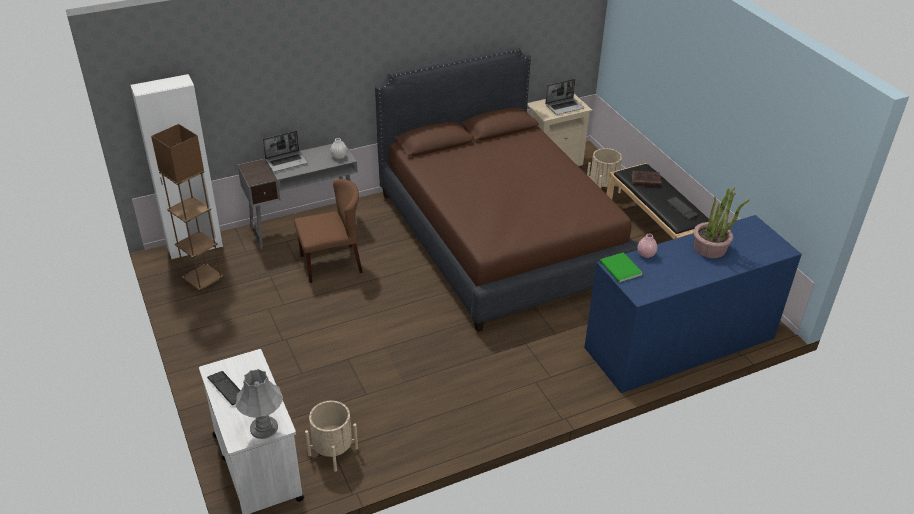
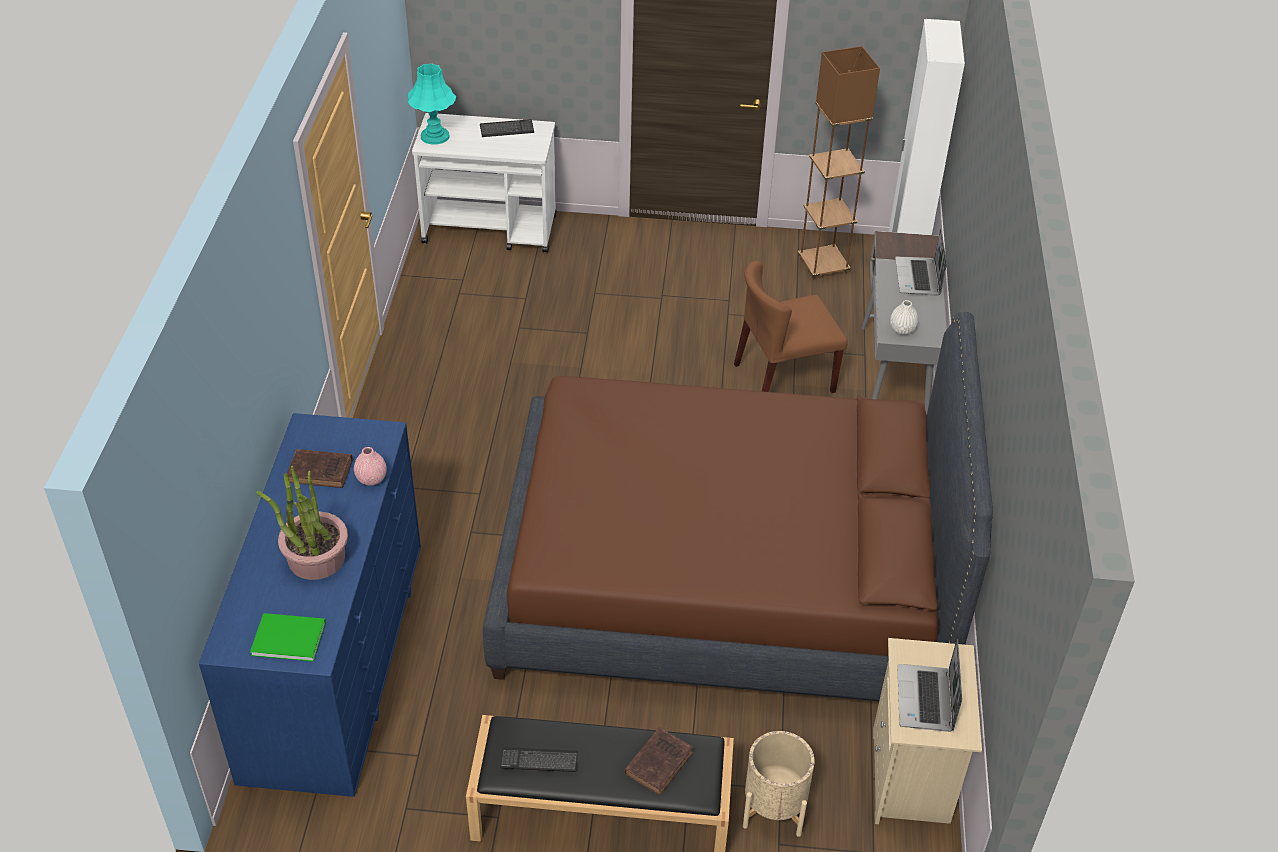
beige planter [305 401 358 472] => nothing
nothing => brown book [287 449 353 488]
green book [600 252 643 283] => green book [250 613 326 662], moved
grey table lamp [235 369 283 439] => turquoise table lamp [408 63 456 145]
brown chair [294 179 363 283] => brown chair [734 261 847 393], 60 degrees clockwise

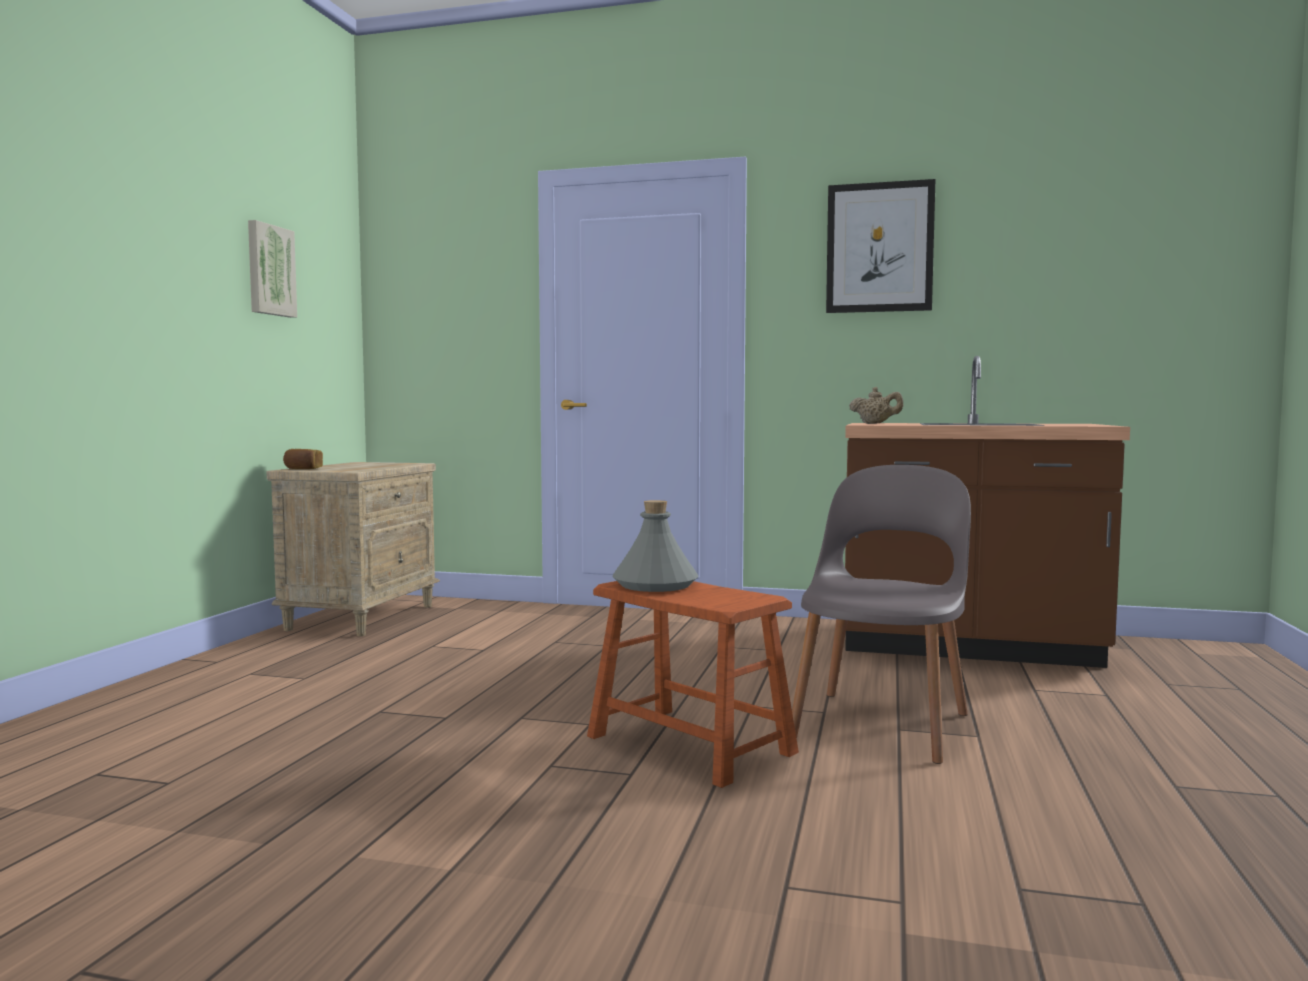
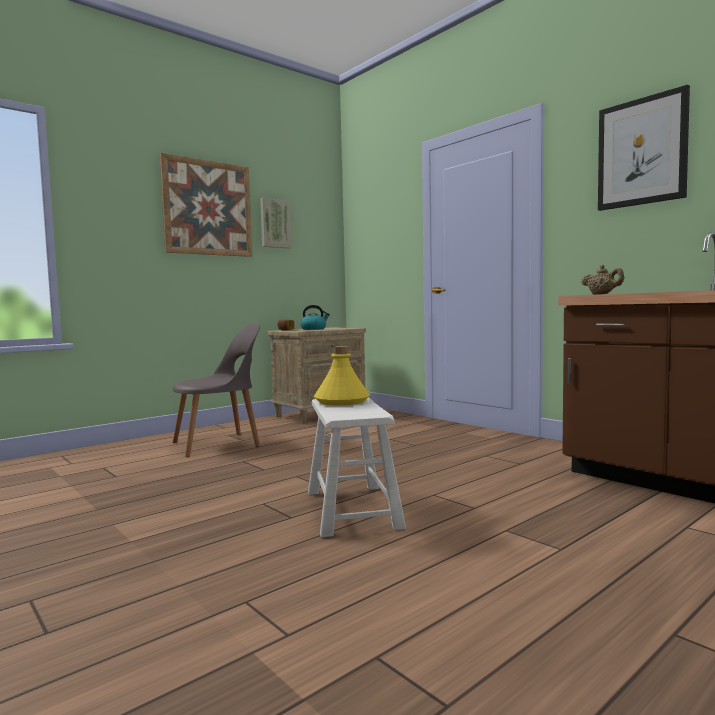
nothing => picture [160 153 252 257]
nothing => kettle [300 305 330 330]
grey chair [792 465 971 764] => grey chair [173 323 260 457], moved
brown stool [587 581 799 788] => white stool [308 397 406 537]
grey bottle [613 500 699 592] => yellow bottle [314 346 370 406]

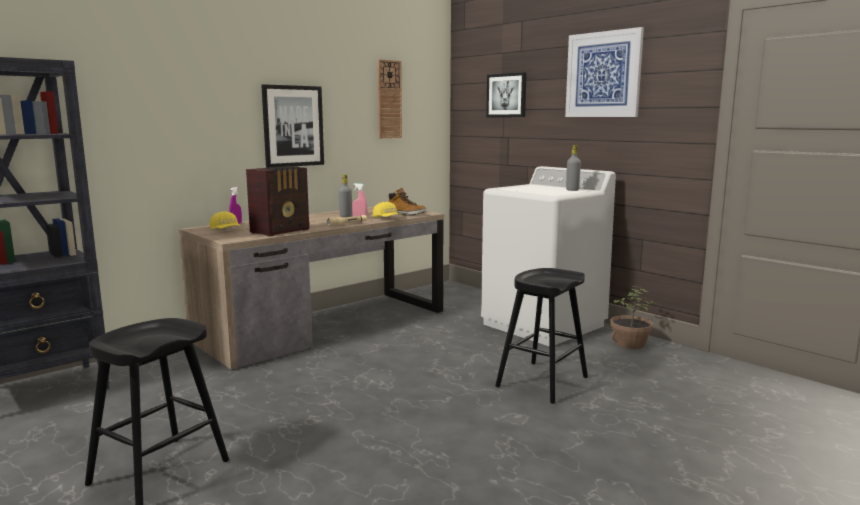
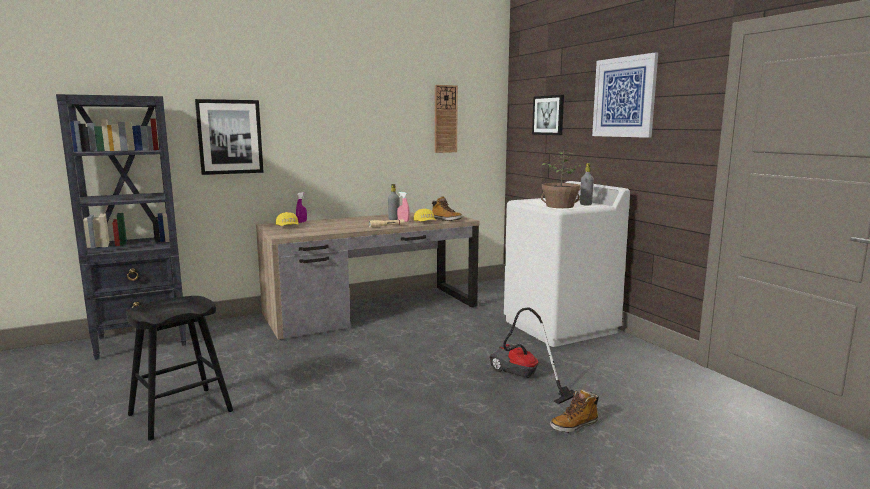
radio [246 166 309 237] => nothing
nothing => boot [550 389 599 433]
picture [261 84 324 168] => picture [195 99 264 175], moved
potted plant [610 286 656 349] => potted plant [541 150 581 208], moved
black stool [495 268 588 404] => vacuum cleaner [489 307 577 404]

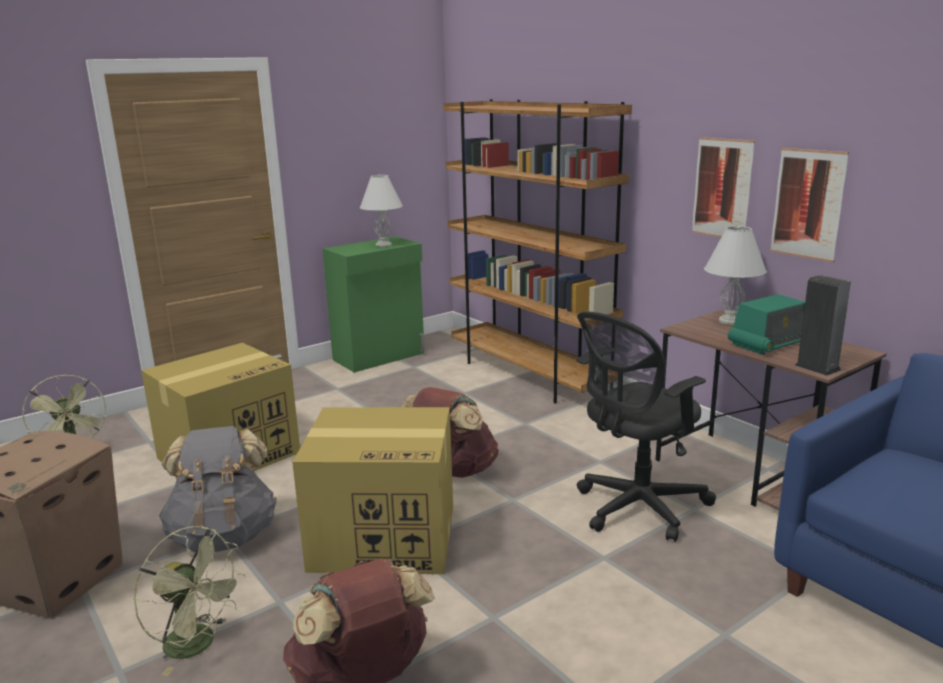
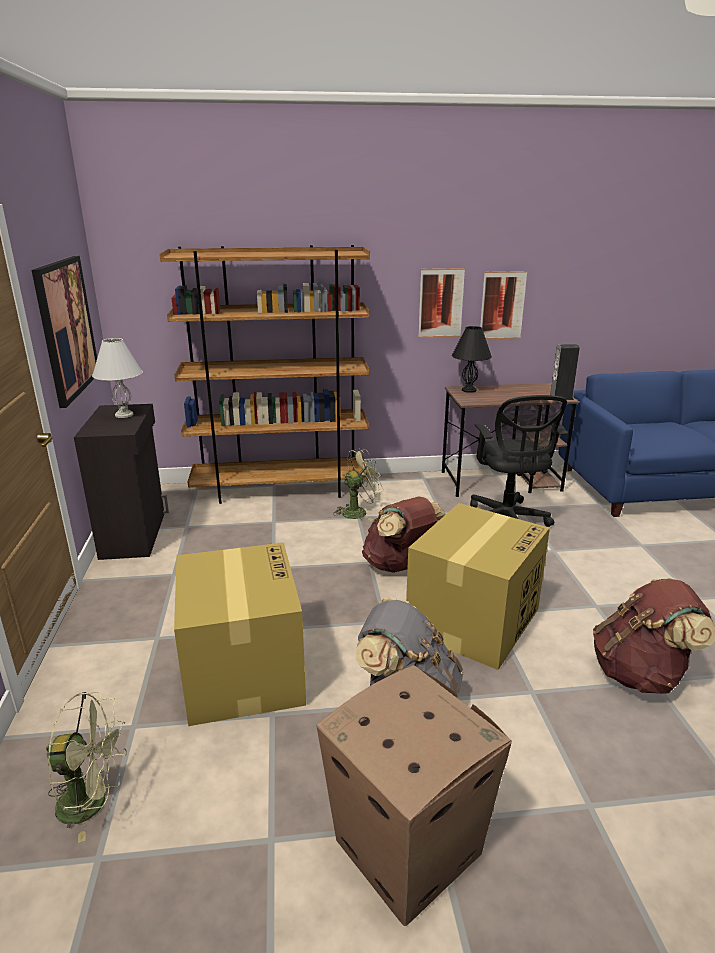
radio [728 294 805 355] => nothing
nothing => picture [32 256 97 408]
green fan [134 526 245 676] => green fan [333 448 384 521], moved
green cabinet [323 236 425 372] => black cabinet [74 404 169 560]
white table lamp [704 226 767 325] => black table lamp [452 326 492 393]

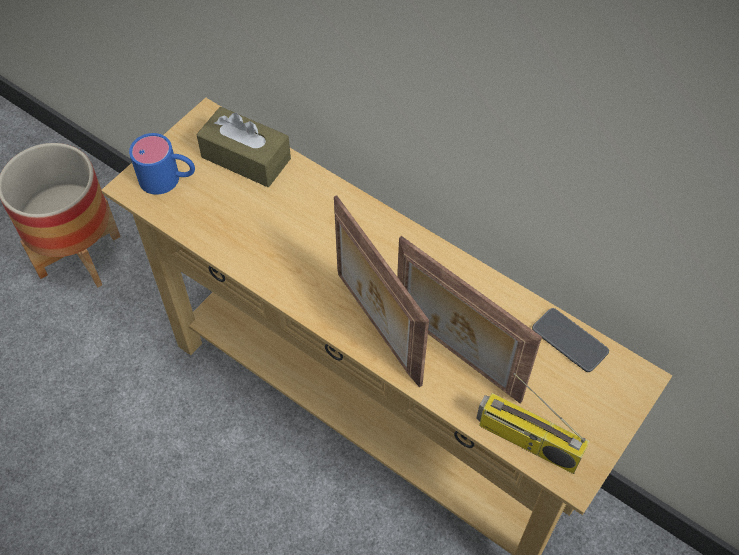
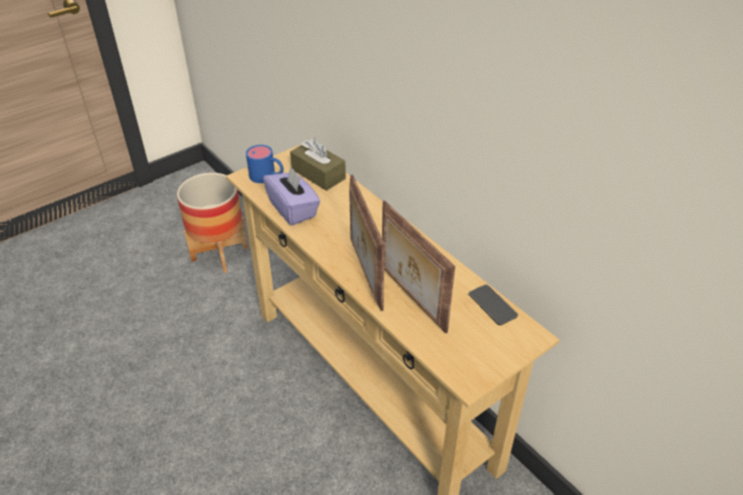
radio [476 373 589 474] => nothing
nothing => purple tissue box [263 166 321 226]

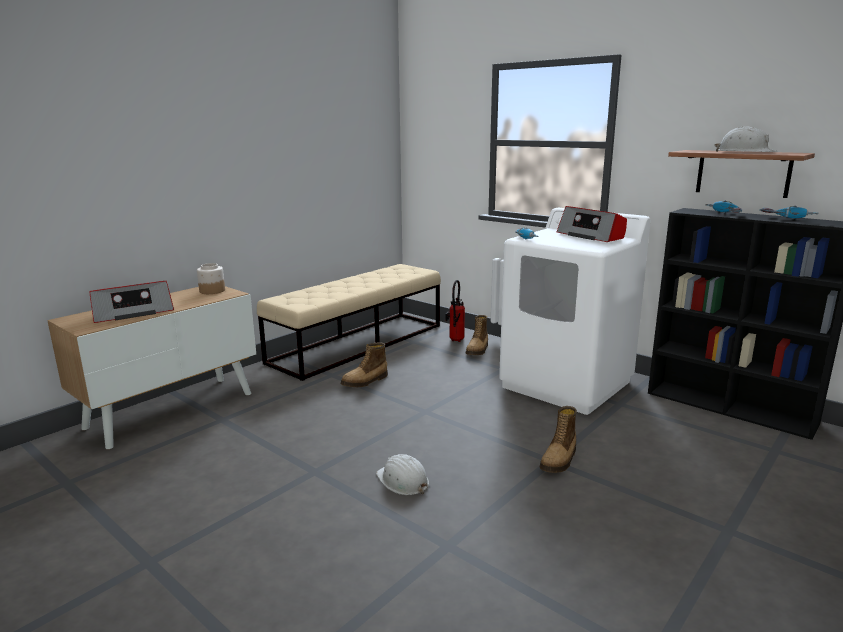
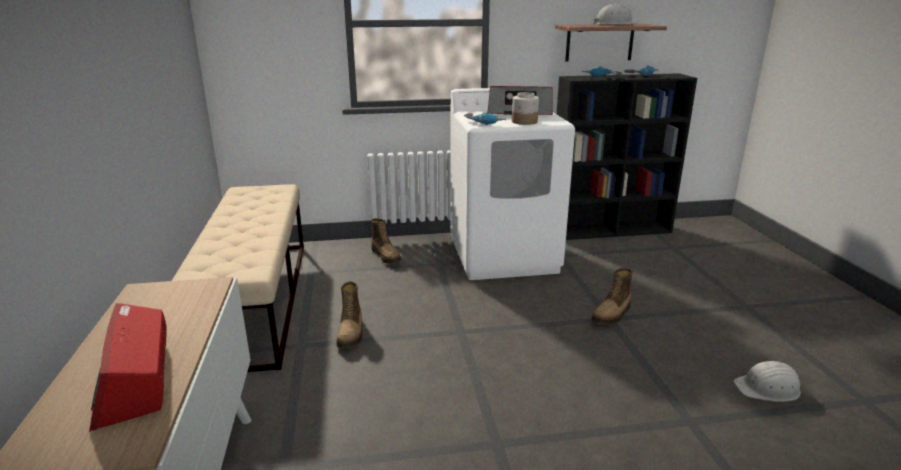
fire extinguisher [445 280 465 342] => nothing
jar [197 263 225 294] => jar [512 92 539 125], moved
white hard hat [376 454 429 495] => white hard hat [734 361 801 402], moved
radio [89 281 174 323] => radio [89 303 167 432], 150 degrees clockwise
boot [539 406 577 473] => boot [591 268 633 325], 60 degrees clockwise

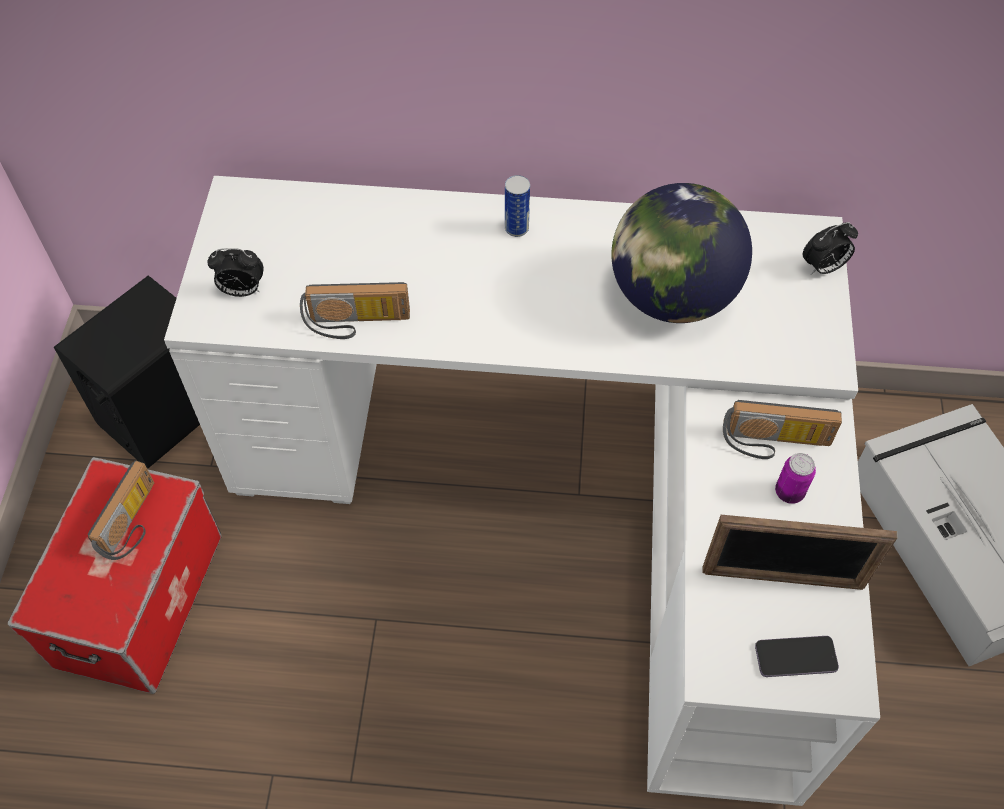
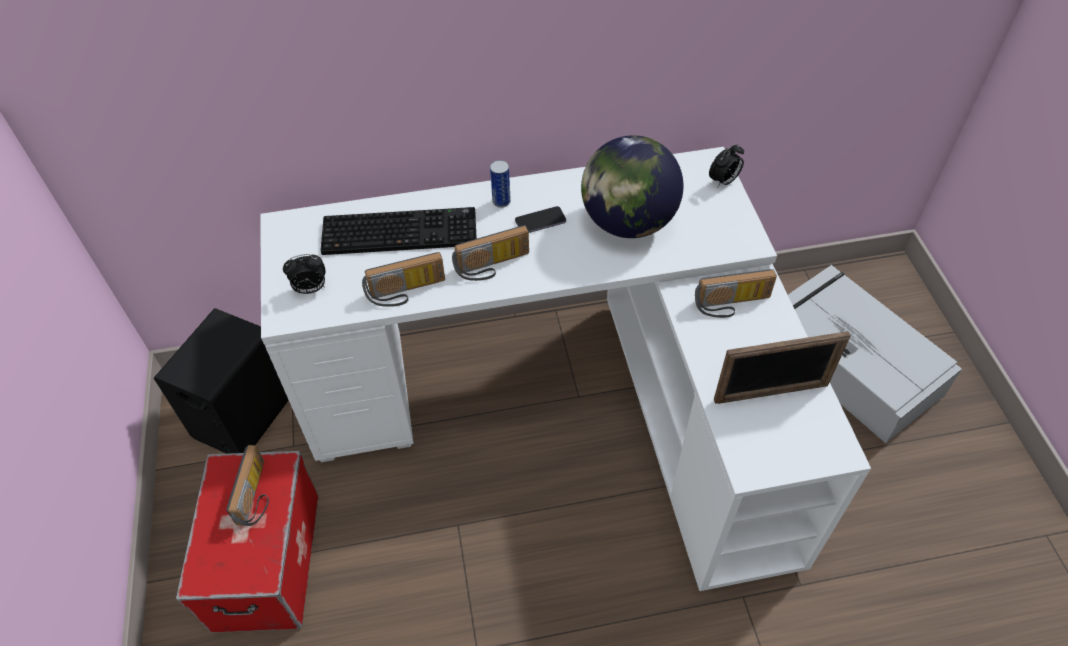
can [775 453 816 504] => nothing
nothing => keyboard [320 207 477 255]
nothing => radio [452 225 529 281]
phone [755 636 839 677] => phone [515 206 566 233], moved

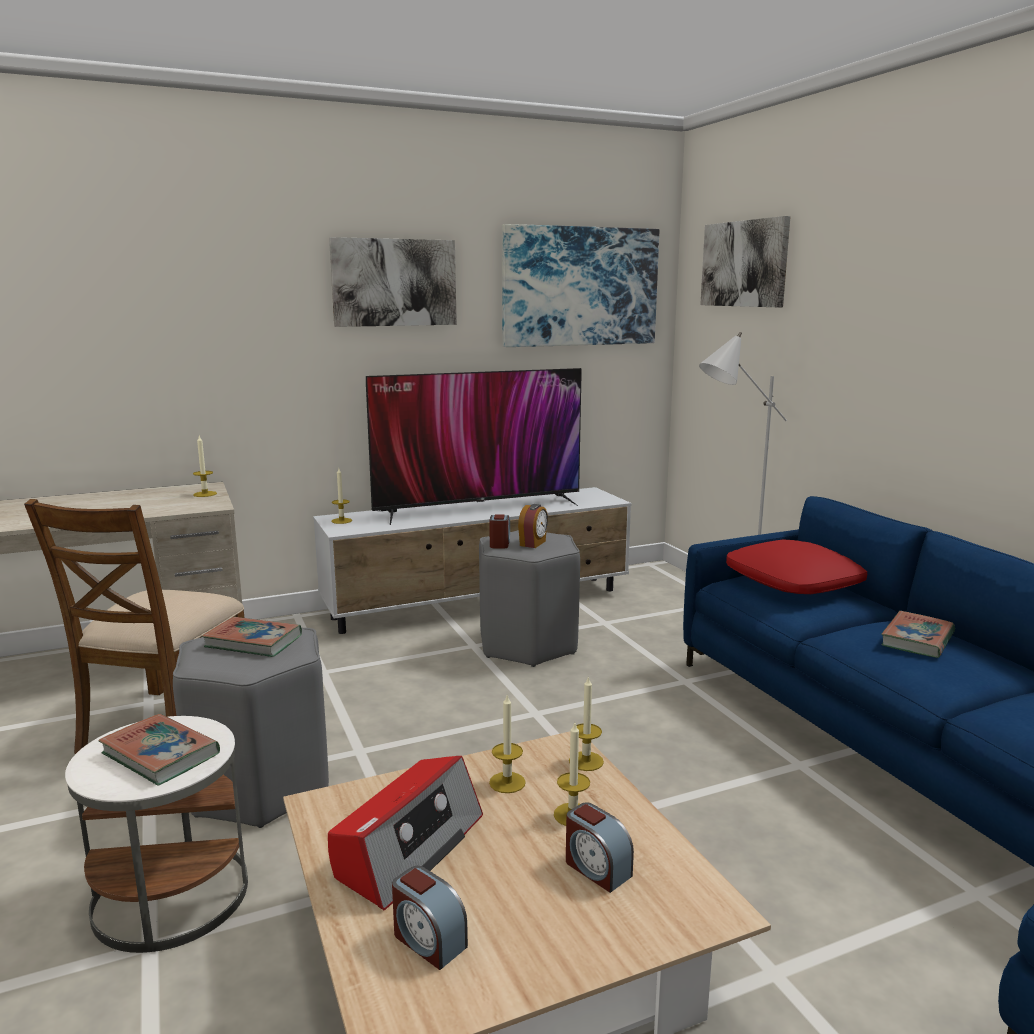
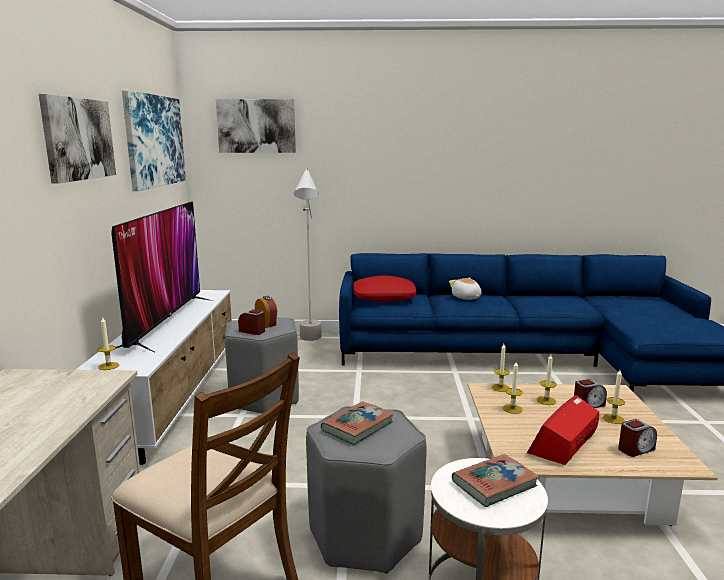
candle [193 436 217 497] => candle [603 370 625 424], moved
book [881 611 955 658] => plush toy [449 278 482 300]
radio [328 756 483 910] => radio [527 395 599 465], 105 degrees counterclockwise

